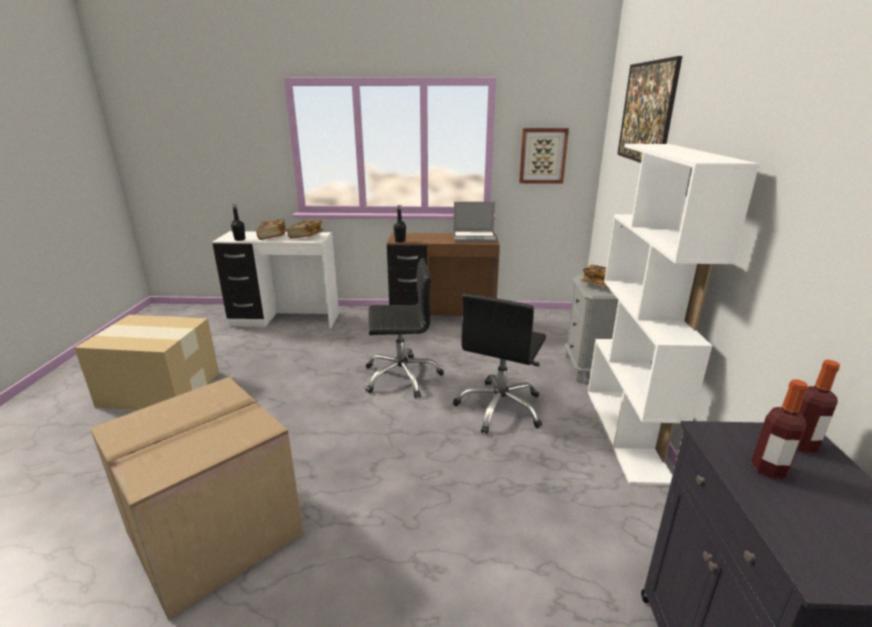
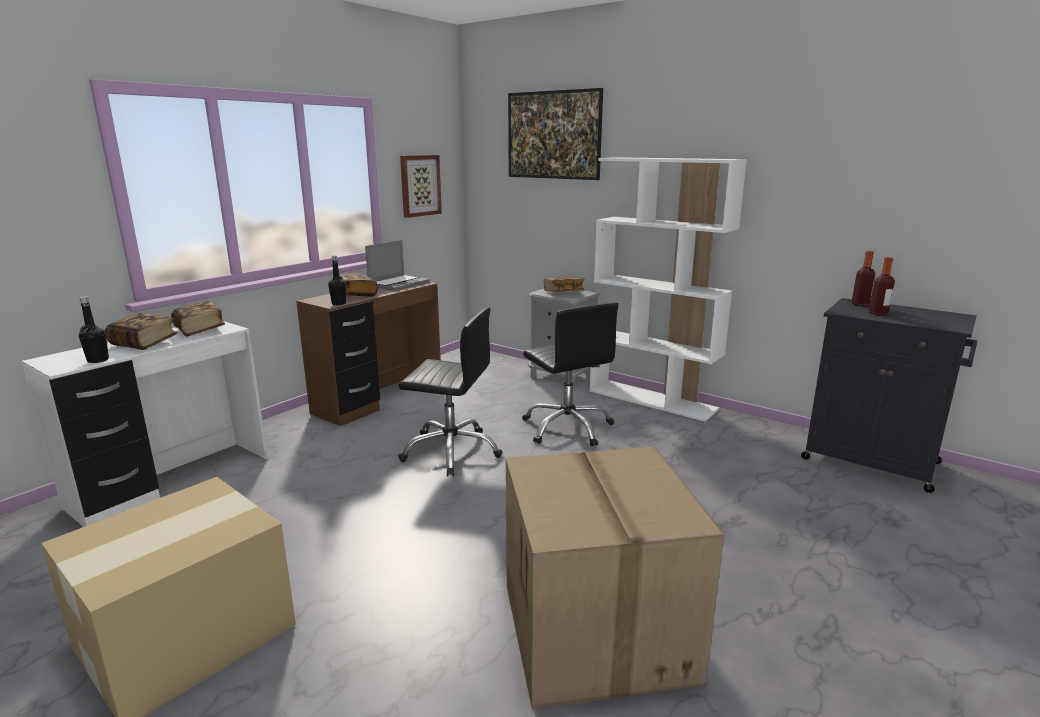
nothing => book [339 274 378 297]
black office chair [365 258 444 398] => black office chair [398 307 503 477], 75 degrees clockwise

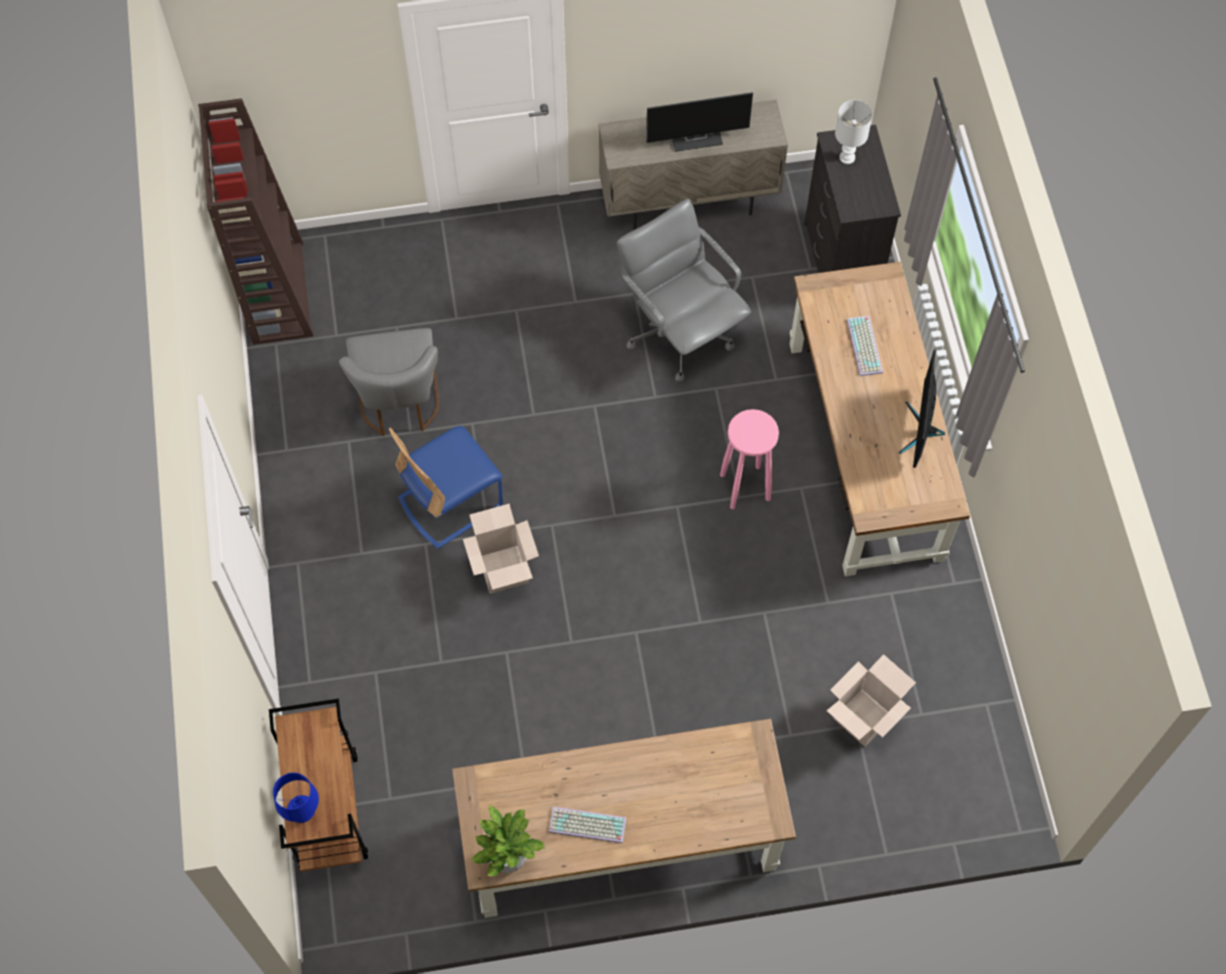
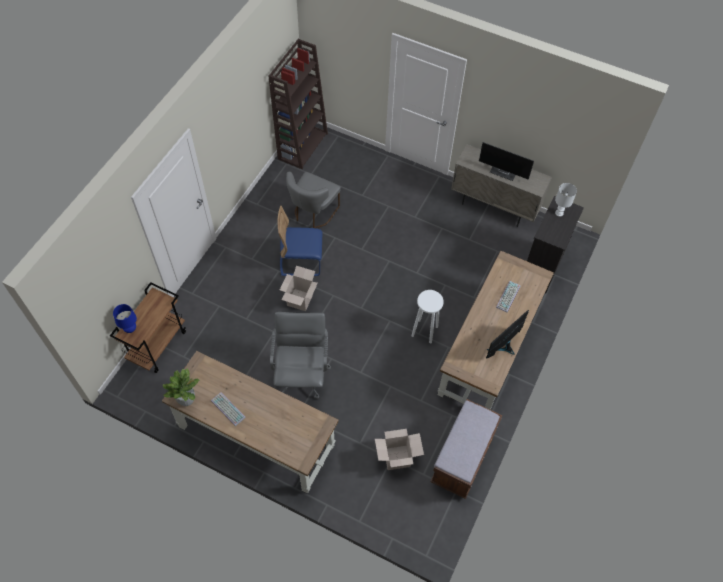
nothing => brown bench [430 399 503 499]
grey office chair [617 199 752 382] => grey office chair [270 312 331 399], moved
pink stool [720 409 779 509] => white stool [412 290 444 344]

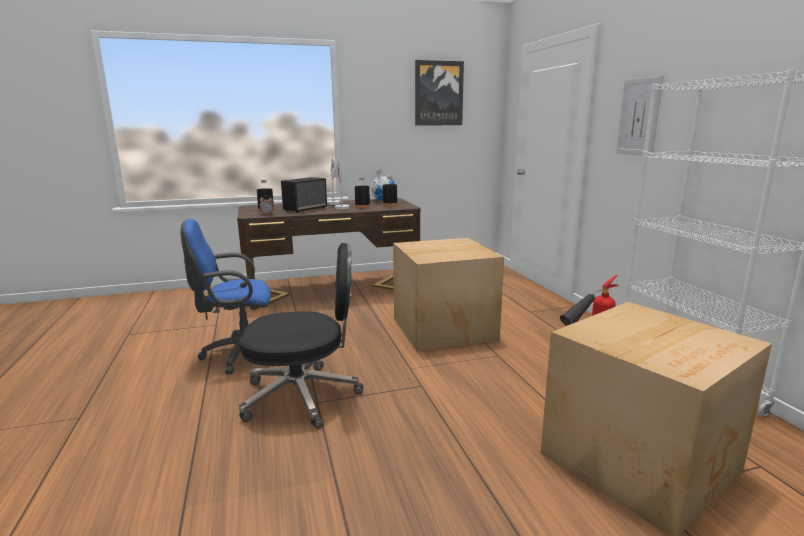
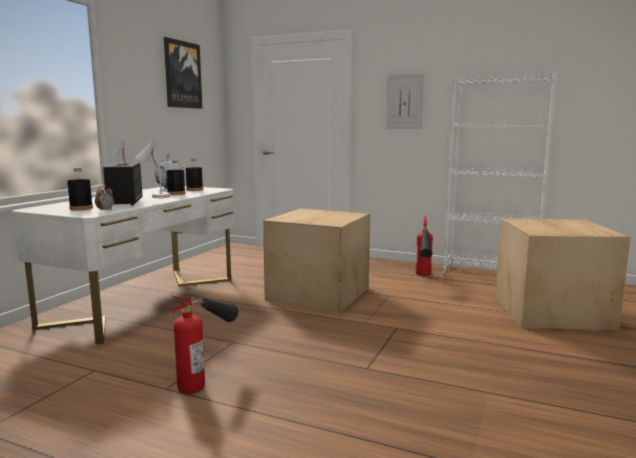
black office chair [239 243 364 429] => nothing
blue office chair [180 219 271 374] => fire extinguisher [169 296 239 394]
brown desk [237 198 421 310] => white desk [12 186 234 344]

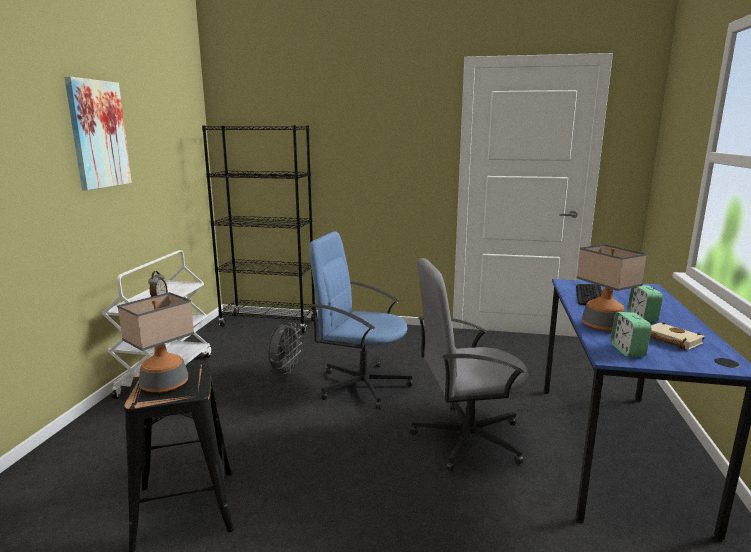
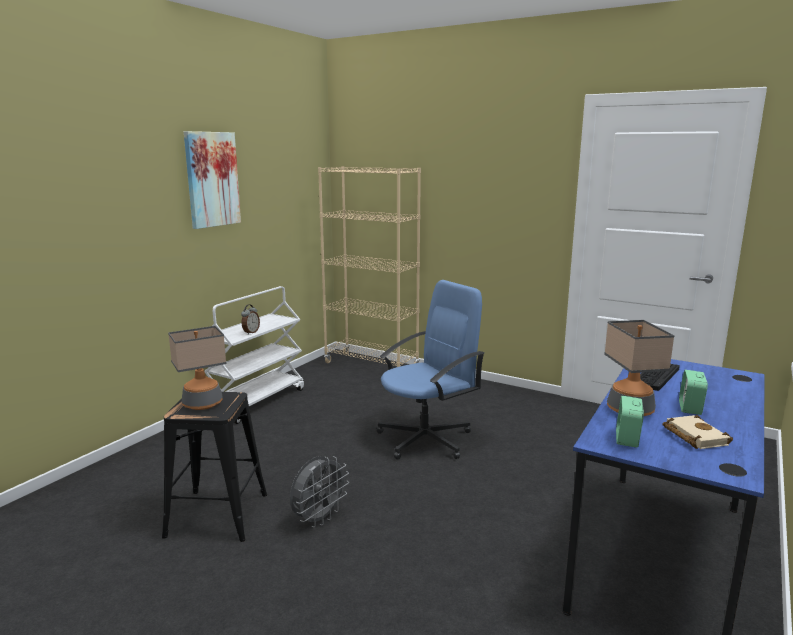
grey office chair [410 258 528 471] => nothing
grey fan [268 323 302 374] => grey fan [290 456 349 528], moved
black bookcase [202 125 315 333] => beige bookcase [318 166 421 367]
blue office chair [309 231 413 409] => blue office chair [377 280 484 460], 105 degrees clockwise

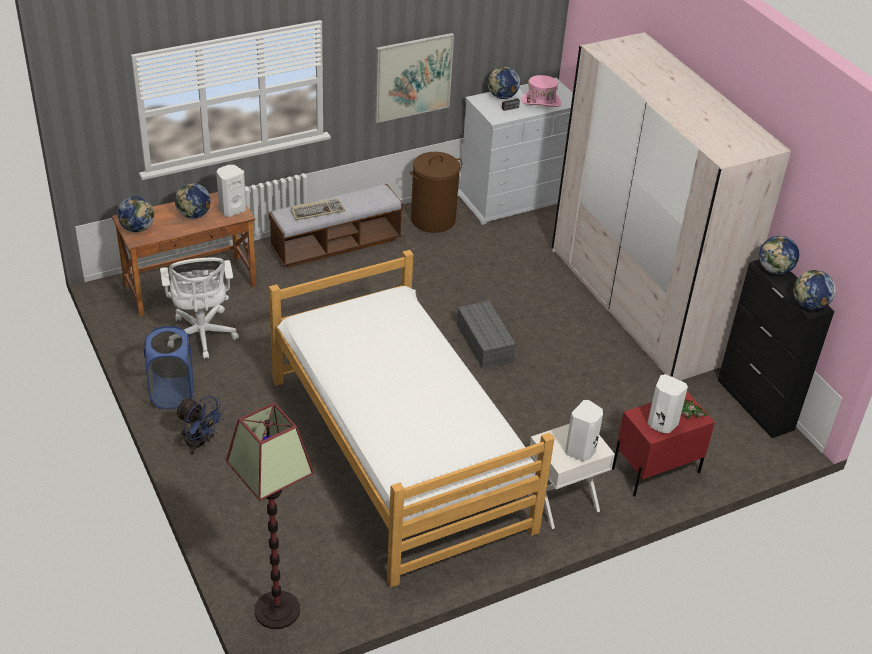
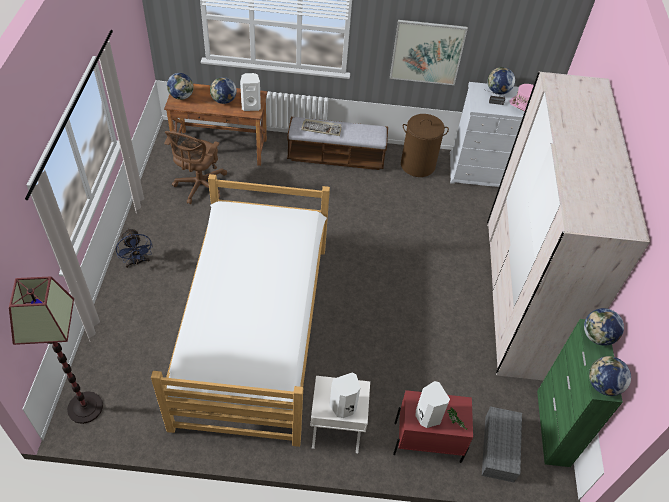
blue laundry basket [144 326 193 409] => nothing
grey storage box [457 301 516 368] => grey storage box [482 406 522 482], moved
white office chair [160 258 239 359] => brown office chair [164 130 227 204]
black cabinet [718 259 835 438] => green cabinet [537 319 623 467]

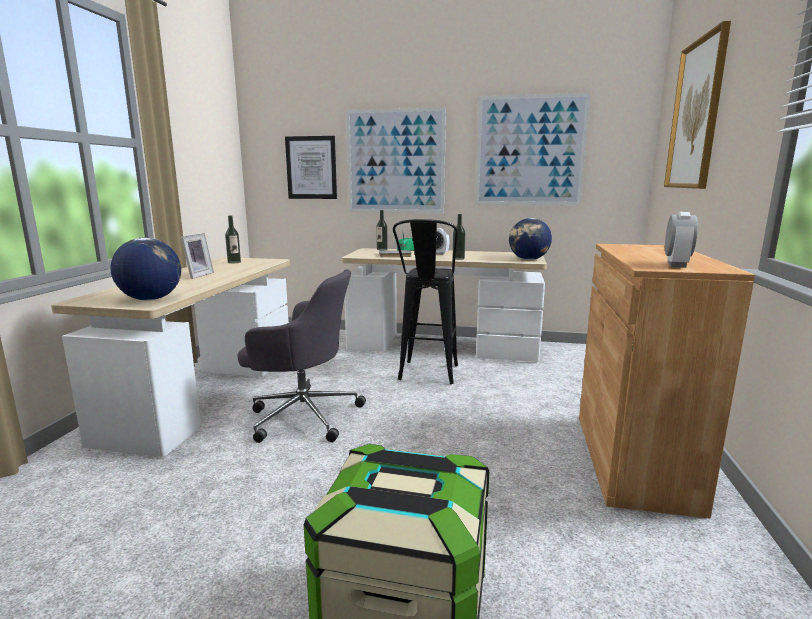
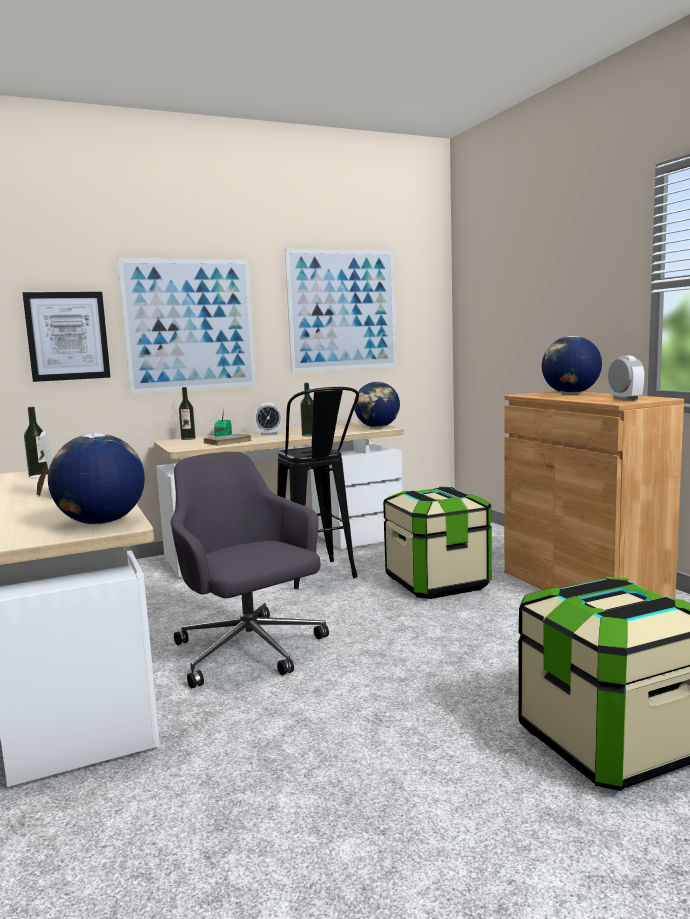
picture [664 21 731 189] => nothing
nothing => storage box [383 486 492 599]
nothing => globe [542 336 602 394]
grey office chair [237 269 366 443] => grey office chair [171 452 329 689], 105 degrees counterclockwise

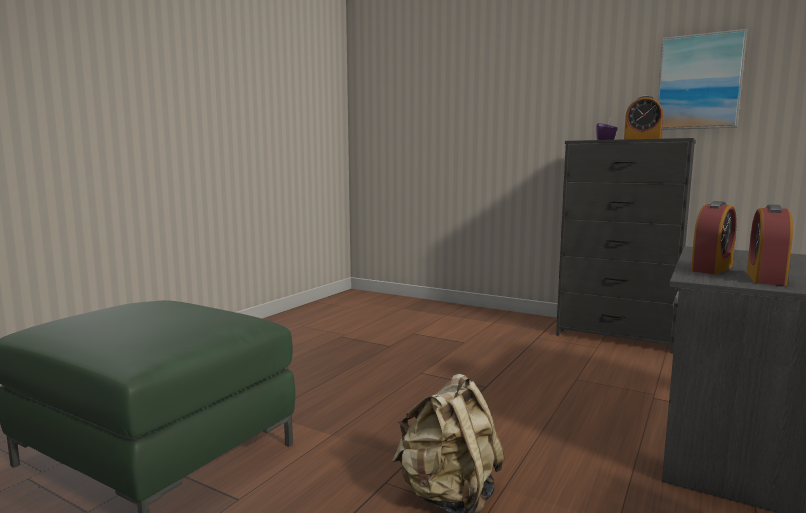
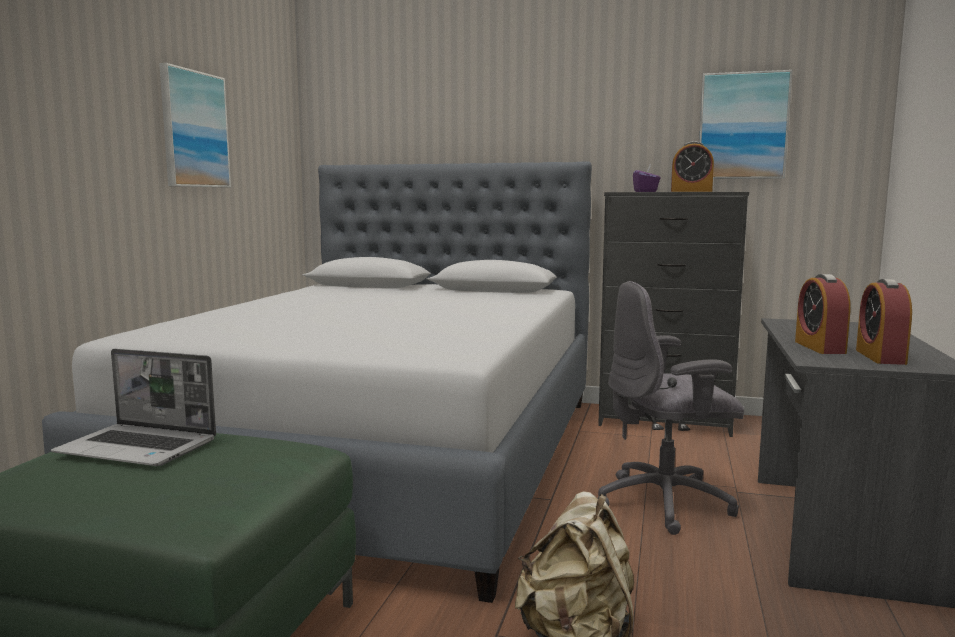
nothing => grey bed [42 161 592 603]
nothing => laptop [51 349 216 466]
nothing => picture [159 63 231 187]
nothing => grey office chair [598 281 744 535]
alarm clock [691 201 737 274] => alarm clock [795 274 851 354], 150 degrees clockwise

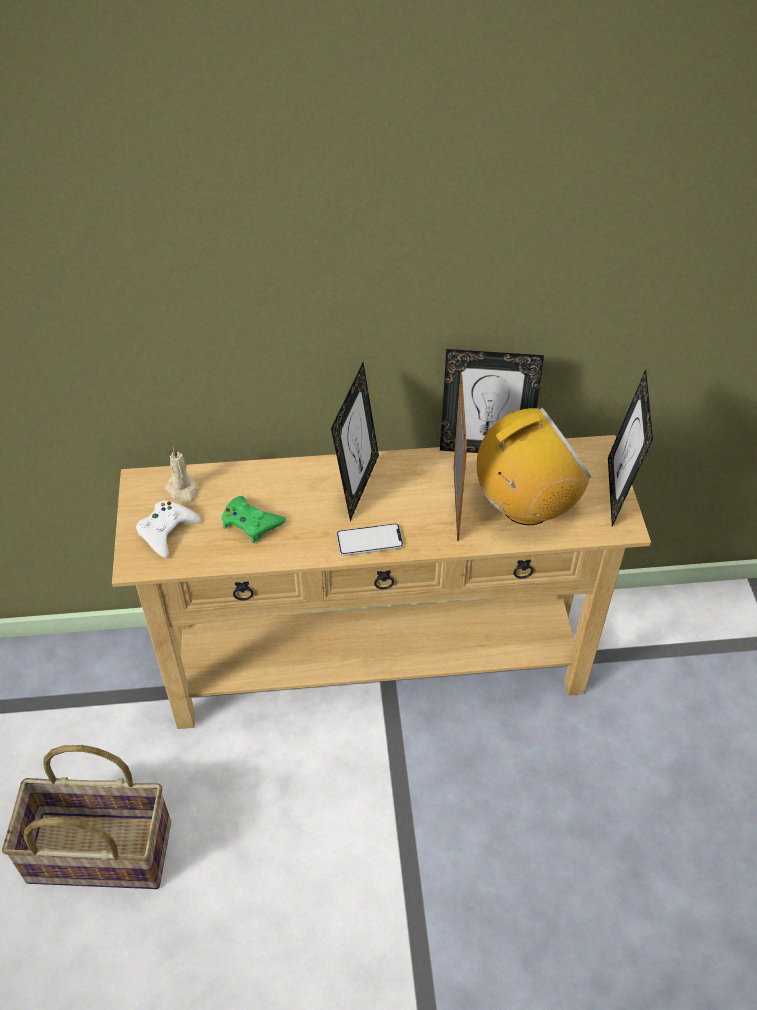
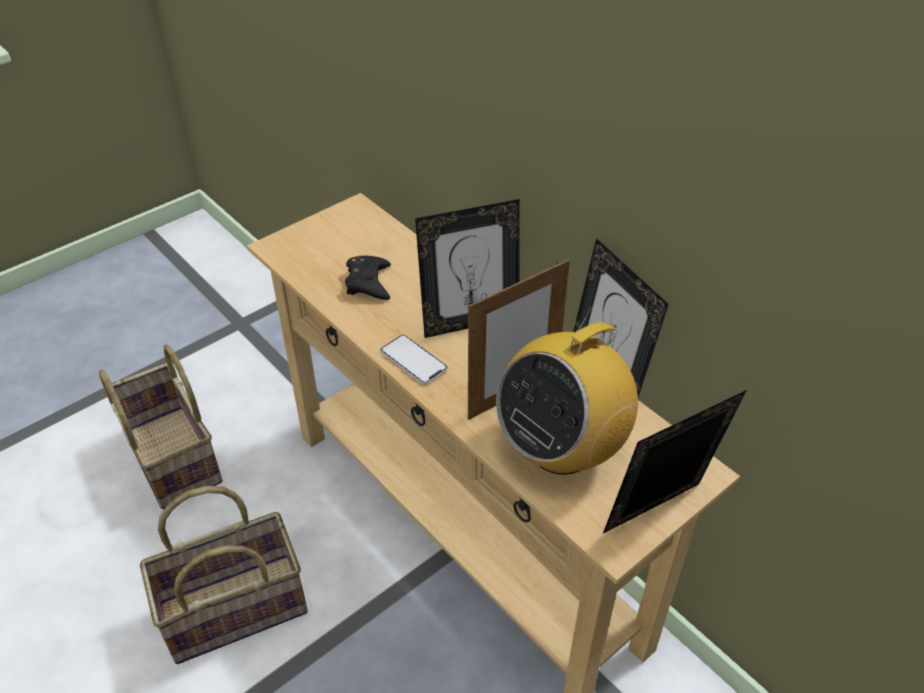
white game controller [136 500 201 558] => nothing
beige candle [165 447 199 503] => nothing
nothing => basket [140 486 308 664]
green game controller [222 496 286 543] => black game controller [345 256 391 300]
radio [477 408 591 525] => radio [496 307 638 475], 105 degrees clockwise

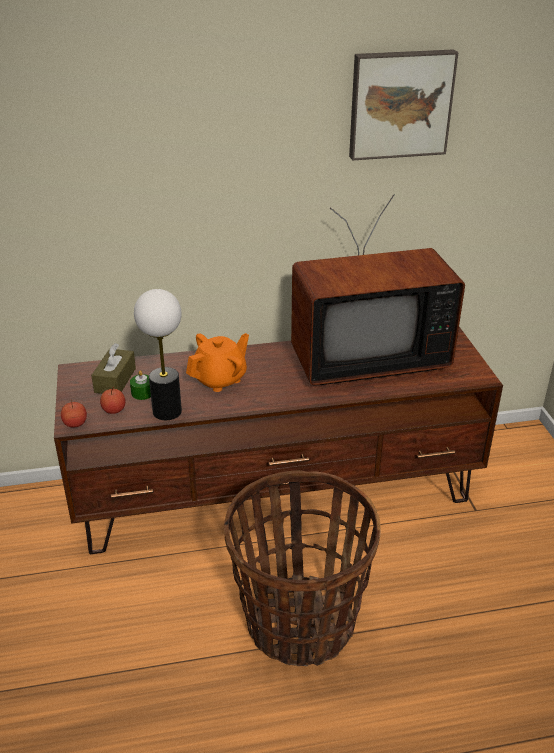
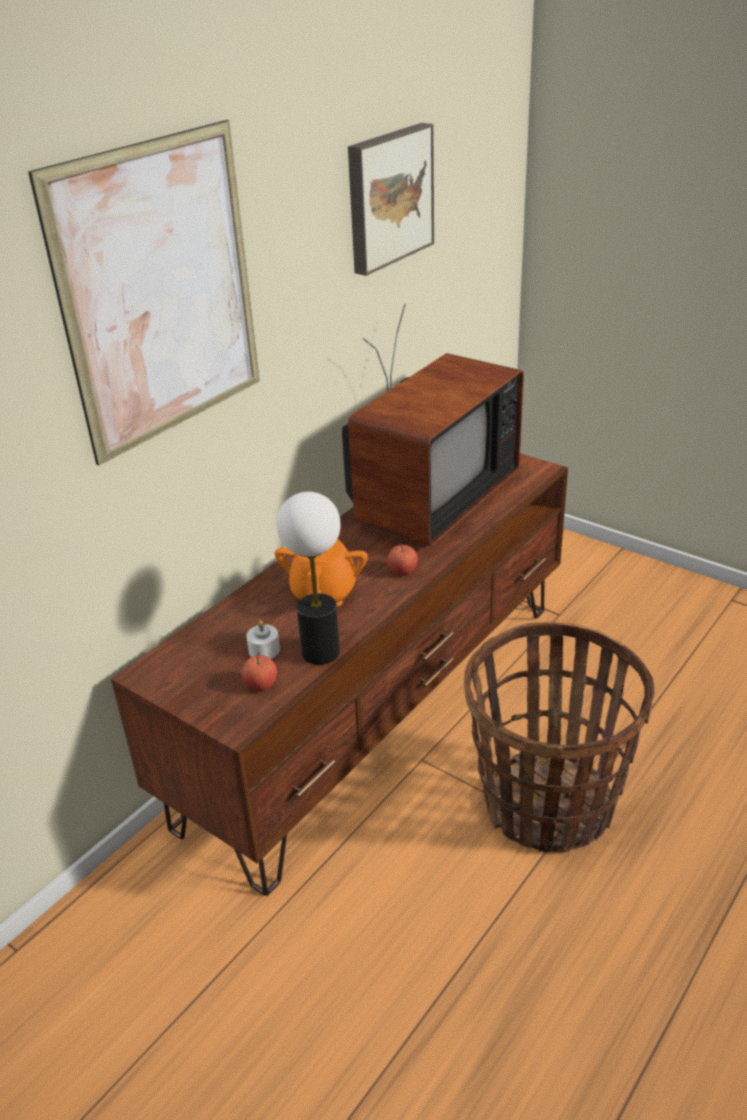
brown tissue box [91 343 136 394] => nothing
nothing => picture [28 120 260 465]
apple [61 399 87 428] => apple [387 542 418 575], moved
green candle [130 370 151 400] => white candle [246 621 280 659]

